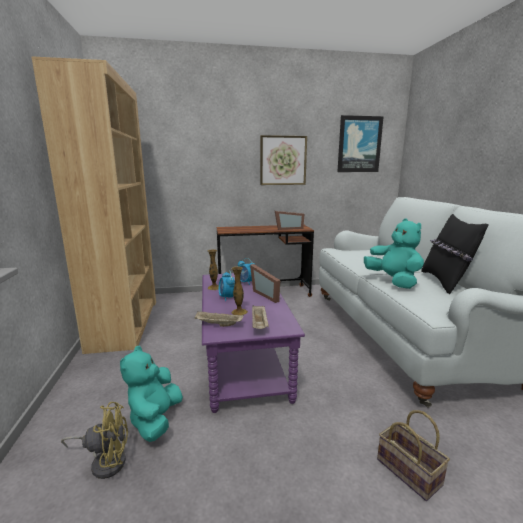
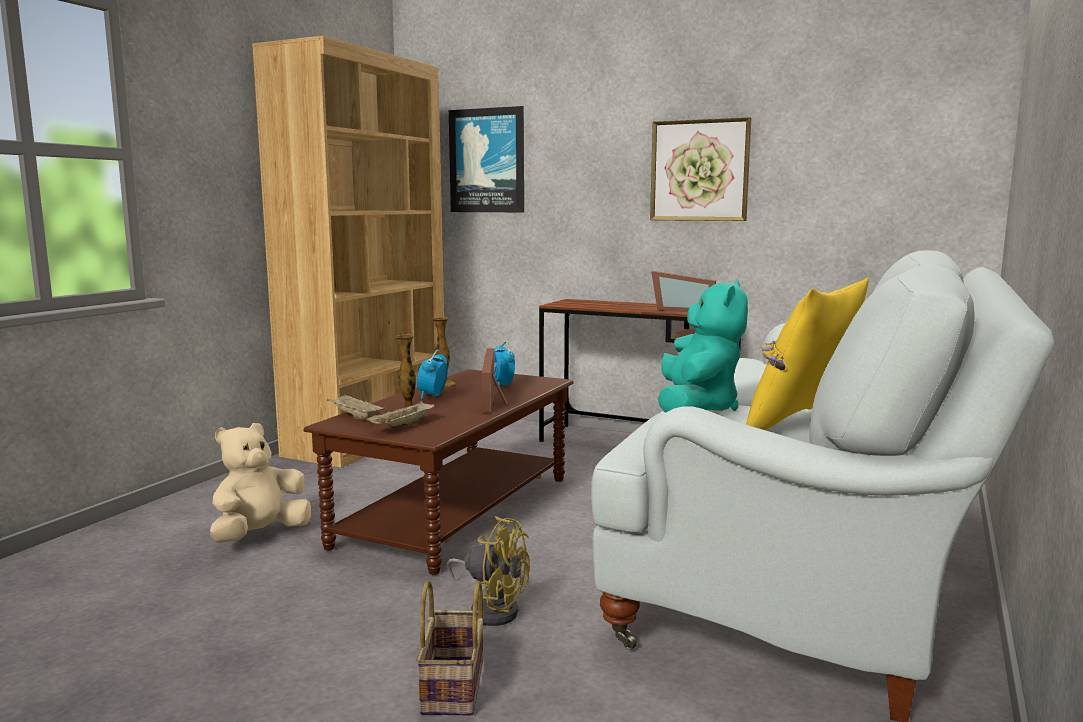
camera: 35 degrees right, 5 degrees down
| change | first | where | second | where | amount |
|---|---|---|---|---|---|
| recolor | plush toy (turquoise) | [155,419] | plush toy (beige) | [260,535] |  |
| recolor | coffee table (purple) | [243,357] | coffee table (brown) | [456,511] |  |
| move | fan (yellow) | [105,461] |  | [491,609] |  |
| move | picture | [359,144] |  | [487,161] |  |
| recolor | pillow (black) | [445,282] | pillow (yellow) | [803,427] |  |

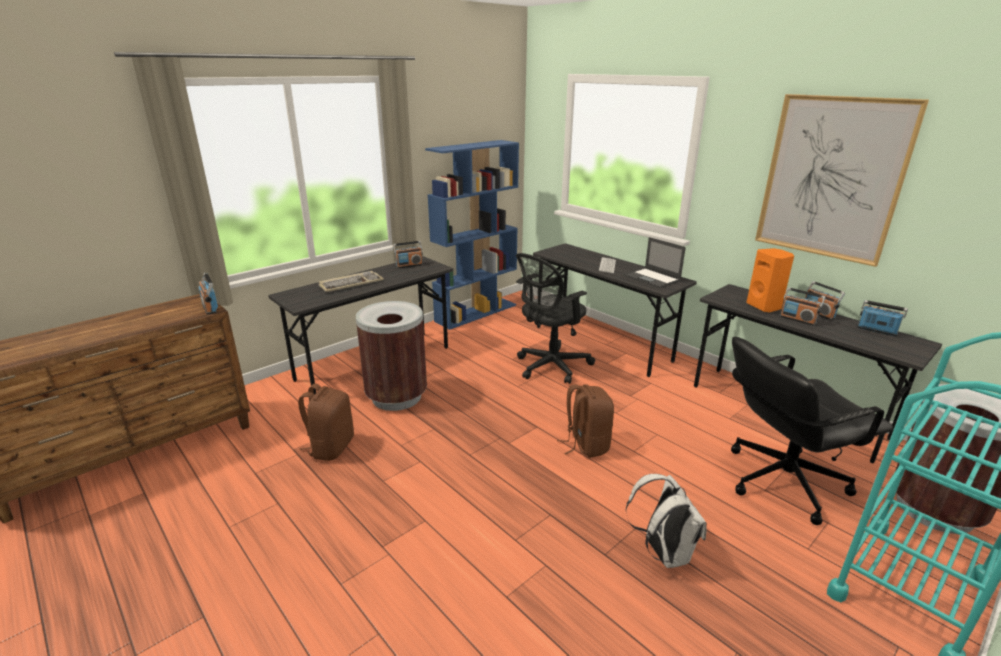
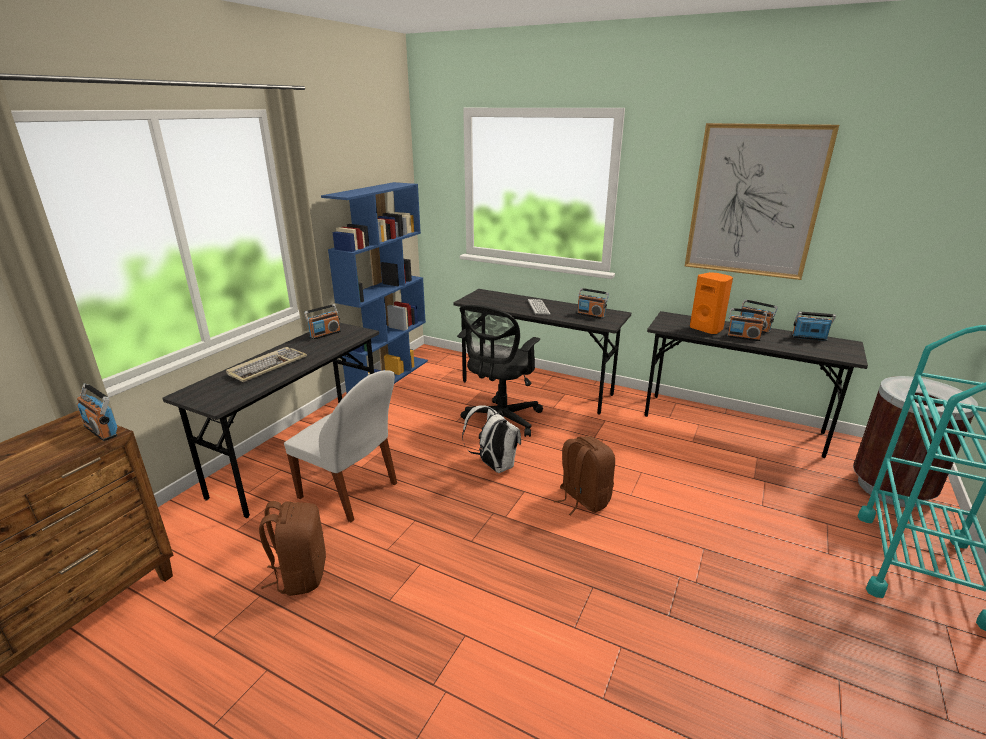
camera: 20 degrees left, 0 degrees up
| change | first | where | second | where | amount |
|---|---|---|---|---|---|
| replace | trash can (brown) | [396,397] | chair (white) | [350,492] |  |
| move | backpack (white) | [662,552] |  | [494,466] |  |
| replace | laptop | [653,279] | radio | [591,315] |  |
| delete | office chair (black) | [782,481] |  |  |  |

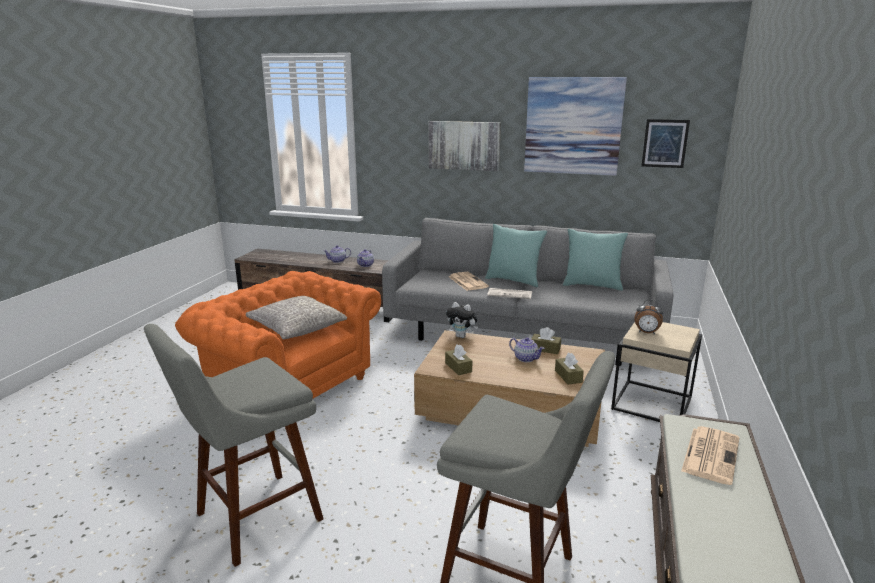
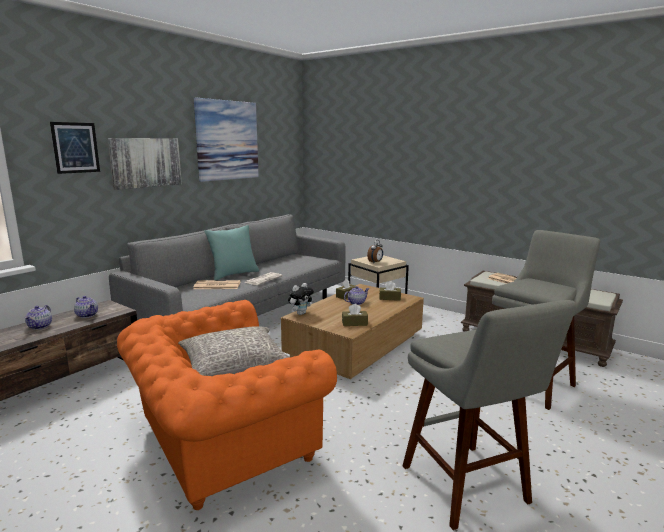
camera: 70 degrees left, 5 degrees down
| change | first | where | second | where | amount |
|---|---|---|---|---|---|
| move | picture | [665,143] |  | [75,147] |  |
| delete | pillow (turquoise) | [592,285] |  |  |  |

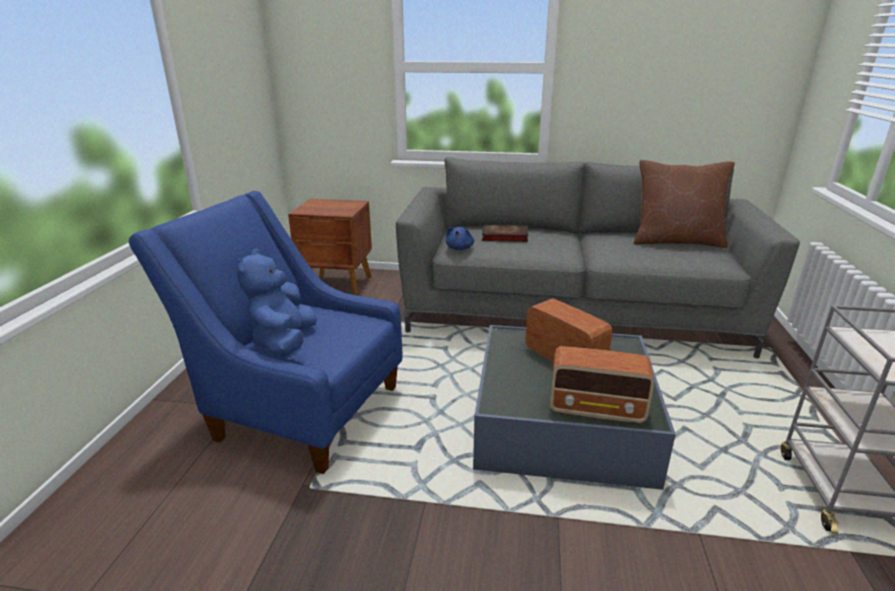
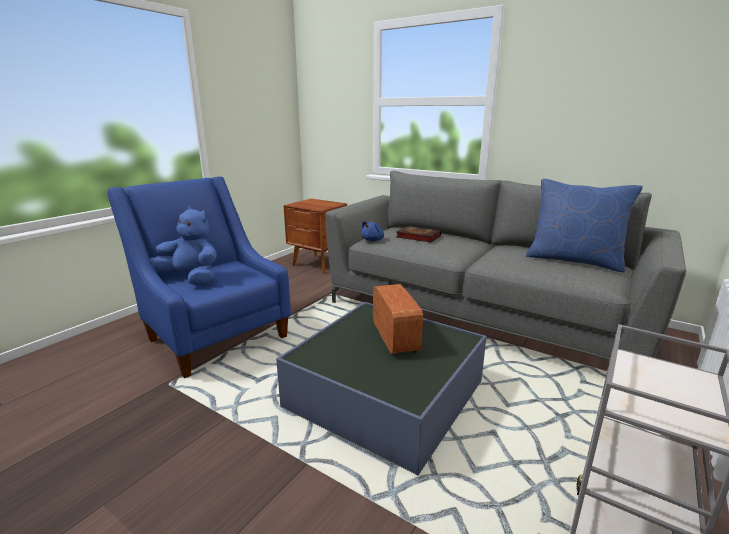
camera: 25 degrees right, 5 degrees down
| change | first | where | second | where | amount |
|---|---|---|---|---|---|
| rotate | plush toy (blue) | [284,343] |  | [192,279] | 90 degrees clockwise |
| recolor | pillow (brown) | [676,241] | pillow (blue) | [574,260] |  |
| delete | radio | [597,409] |  |  |  |

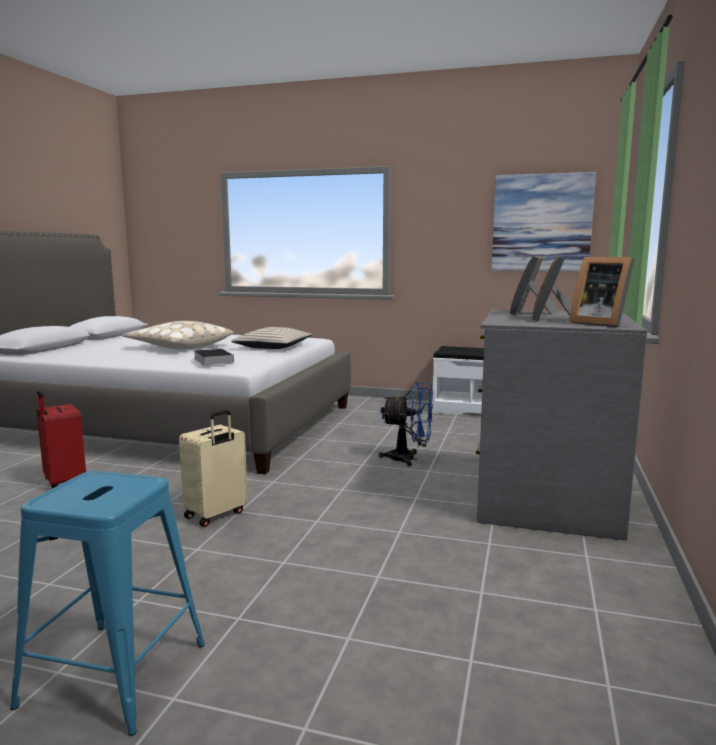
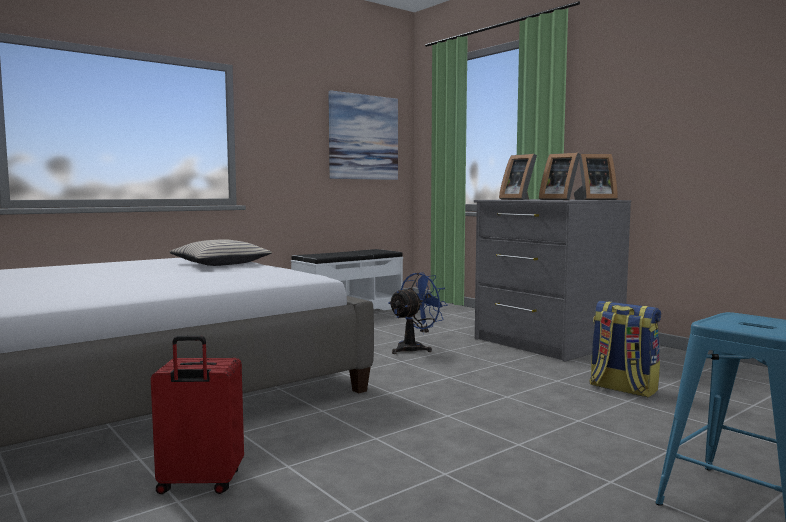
camera: 55 degrees left, 5 degrees down
| change | first | where | second | where | amount |
|---|---|---|---|---|---|
| insert |  |  | backpack | [622,389] |  |
| delete | pillow (beige) | [179,347] |  |  |  |
| delete | suitcase (beige) | [216,515] |  |  |  |
| delete | book | [212,360] |  |  |  |

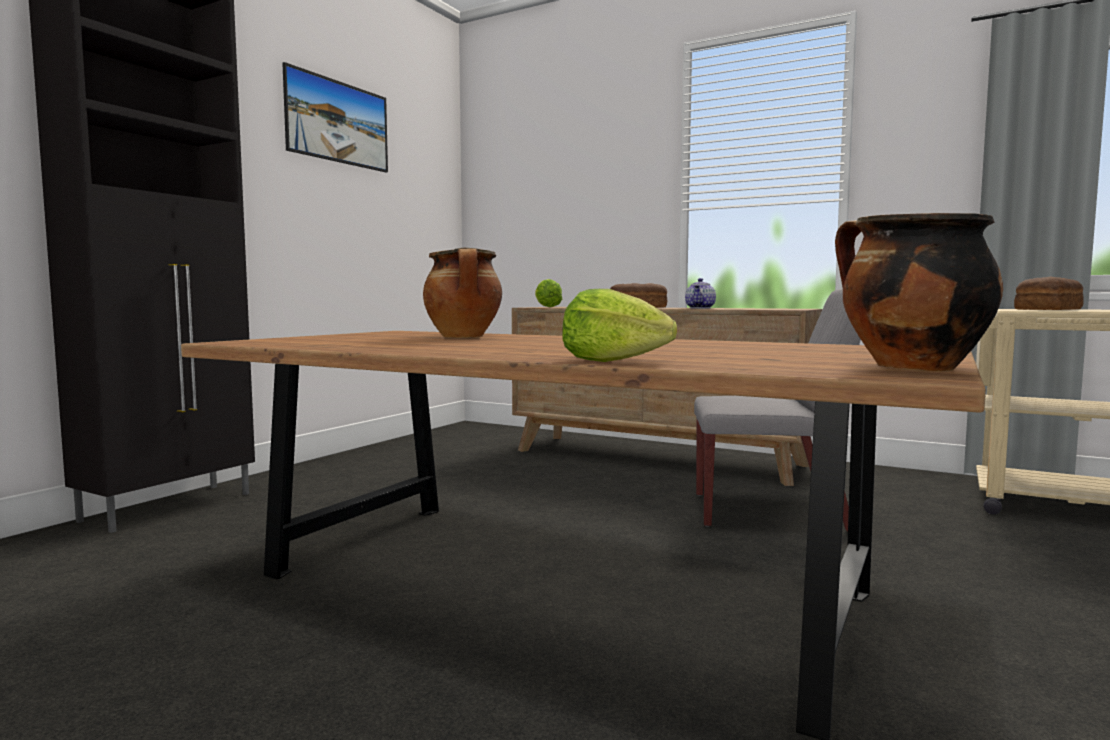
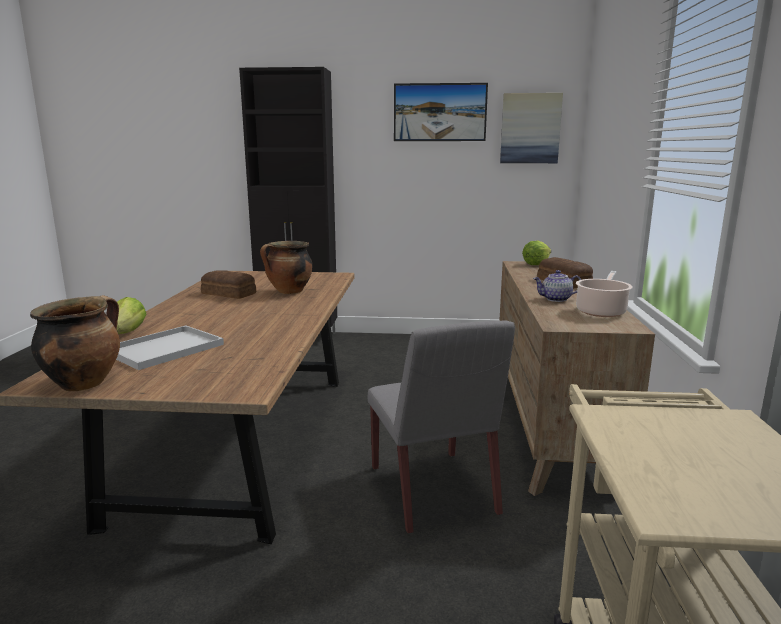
camera: 65 degrees right, 10 degrees up
| change | first | where | second | where | amount |
|---|---|---|---|---|---|
| insert |  |  | tray (white) | [163,349] |  |
| move | bread | [1050,309] |  | [229,294] |  |
| insert |  |  | picture | [530,128] |  |
| insert |  |  | cooking pot | [601,311] |  |

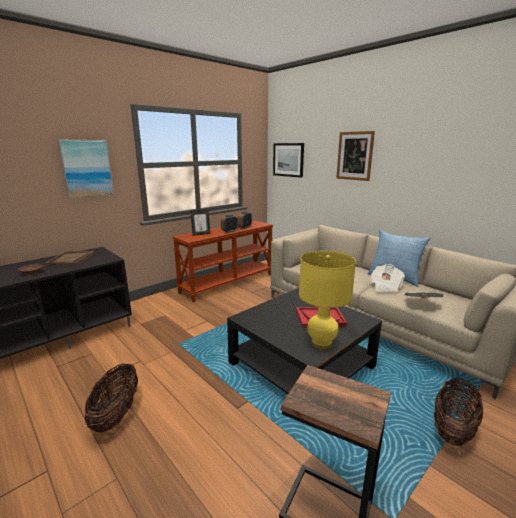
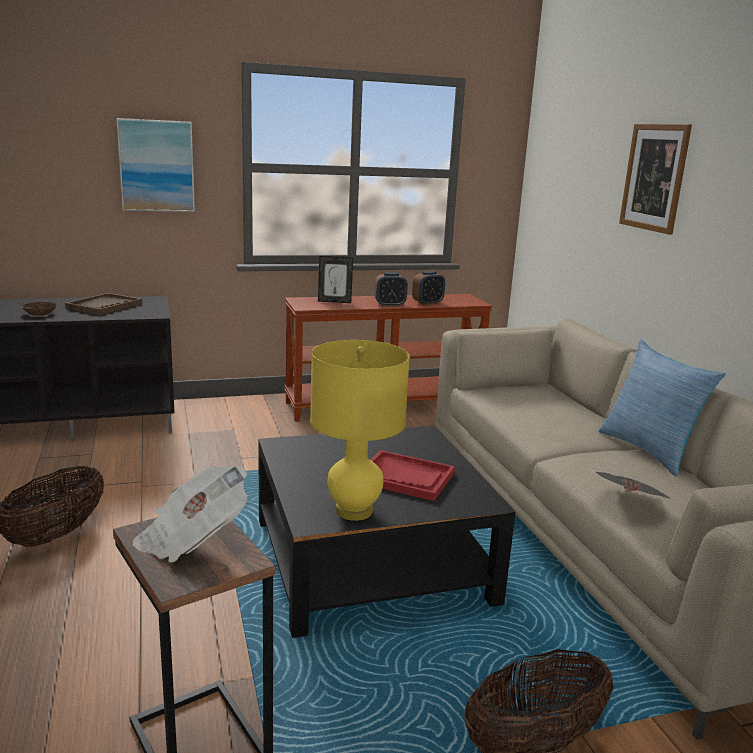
camera: 25 degrees right, 0 degrees up
| change | first | where | second | where | amount |
|---|---|---|---|---|---|
| move | newspaper | [385,286] |  | [192,538] |  |
| delete | picture | [288,160] |  |  |  |

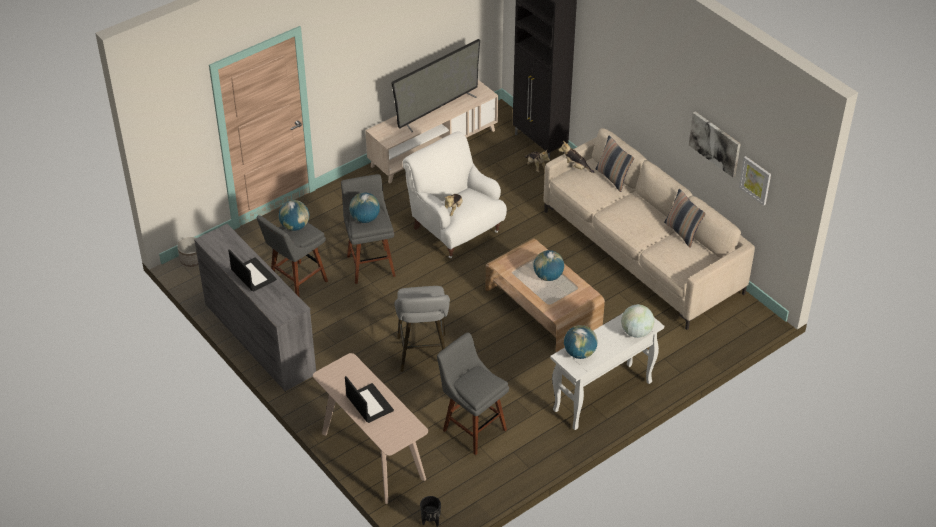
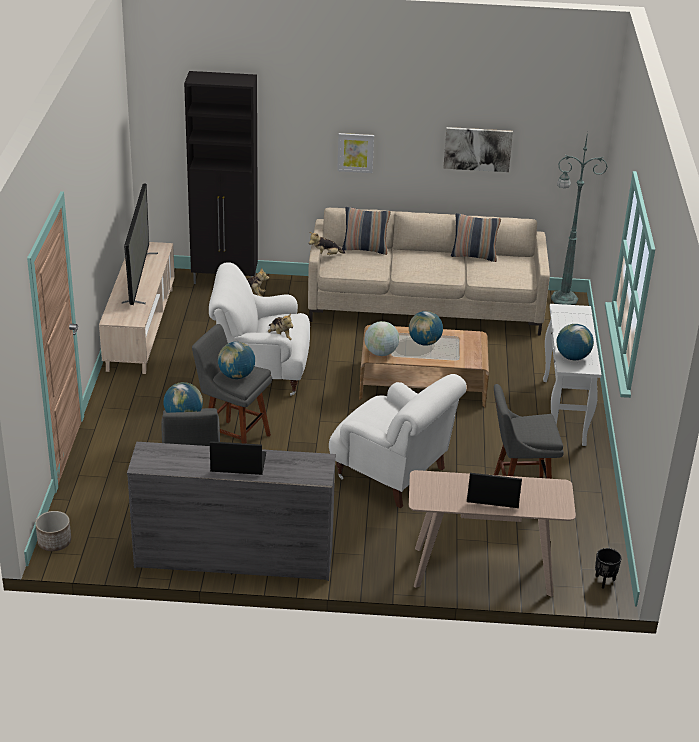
camera: 50 degrees left, 10 degrees down
| change | first | where | second | where | amount |
|---|---|---|---|---|---|
| replace | stool (grey) | [423,355] | armchair (white) | [393,474] |  |
| move | picture | [755,180] |  | [355,152] |  |
| move | globe | [636,332] |  | [381,353] |  |
| insert |  |  | floor lamp (green) | [562,299] |  |

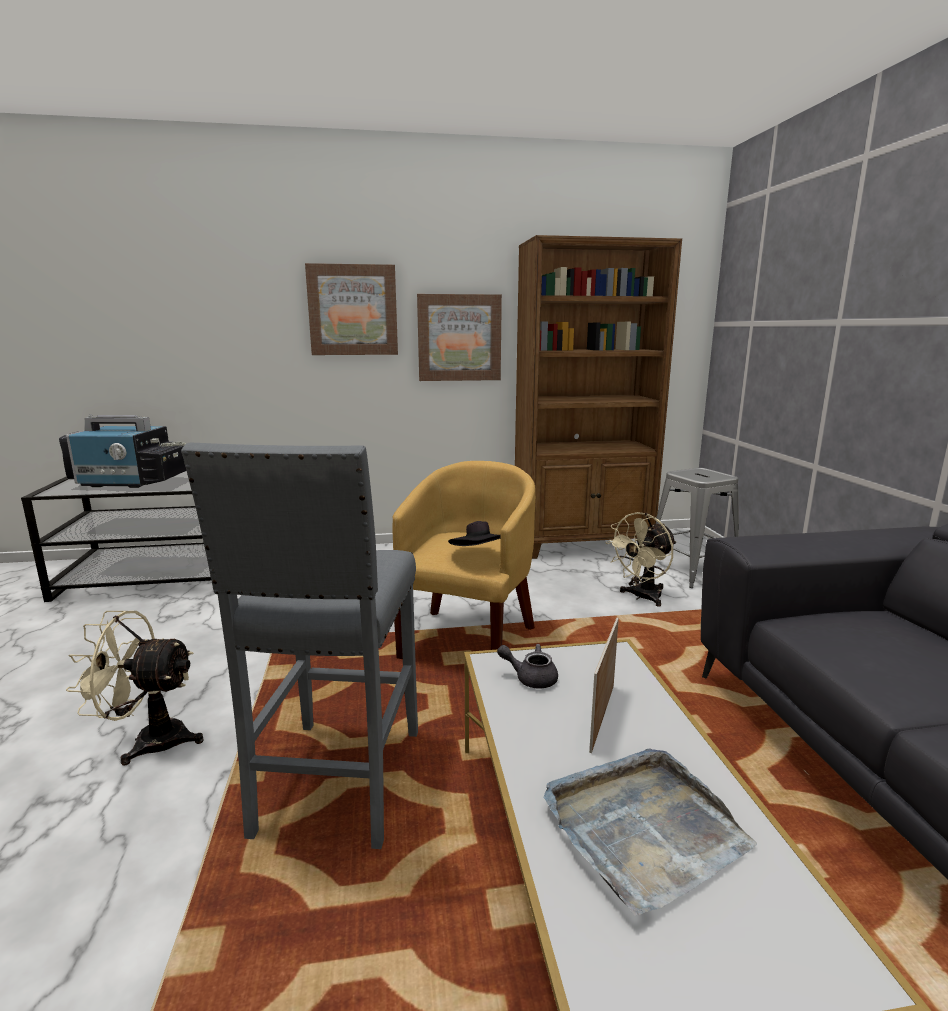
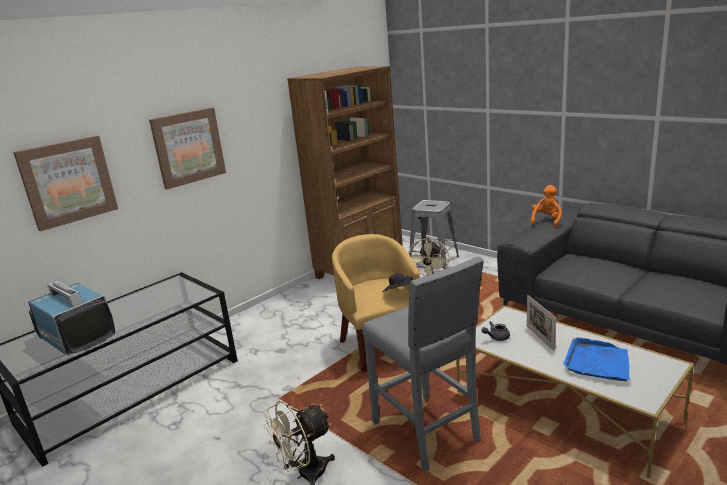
camera: 35 degrees left, 5 degrees up
| change | first | where | second | where | amount |
|---|---|---|---|---|---|
| move | picture | [459,338] |  | [68,182] |  |
| rotate | television | [133,482] |  | [77,338] | 105 degrees counterclockwise |
| insert |  |  | plush toy (orange) | [546,221] |  |
| recolor | tray (grey) | [643,828] | tray (blue) | [597,362] |  |

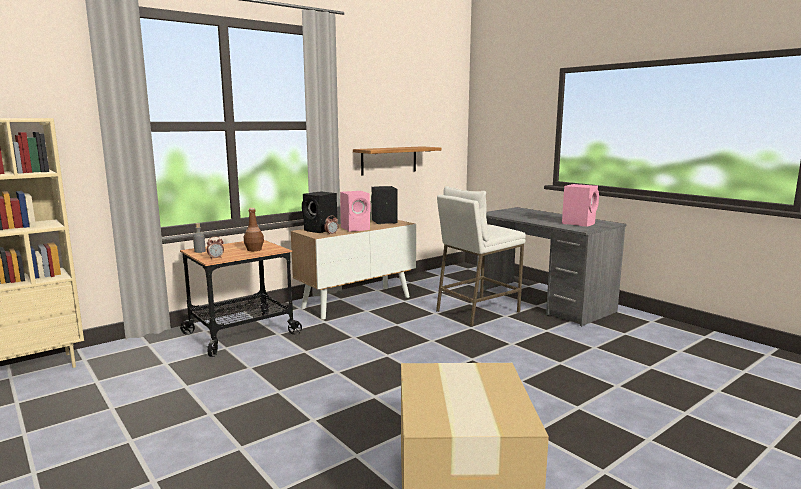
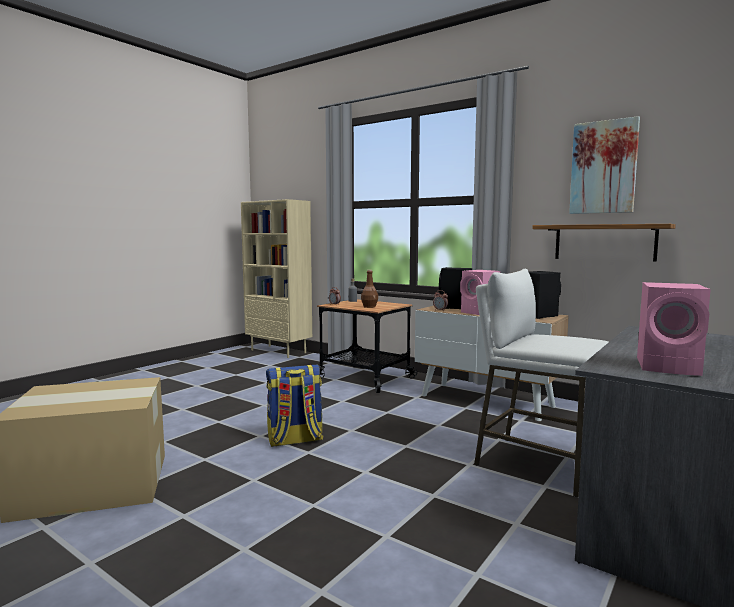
camera: 75 degrees right, 5 degrees down
| change | first | where | second | where | amount |
|---|---|---|---|---|---|
| insert |  |  | backpack | [294,440] |  |
| insert |  |  | picture | [603,167] |  |

